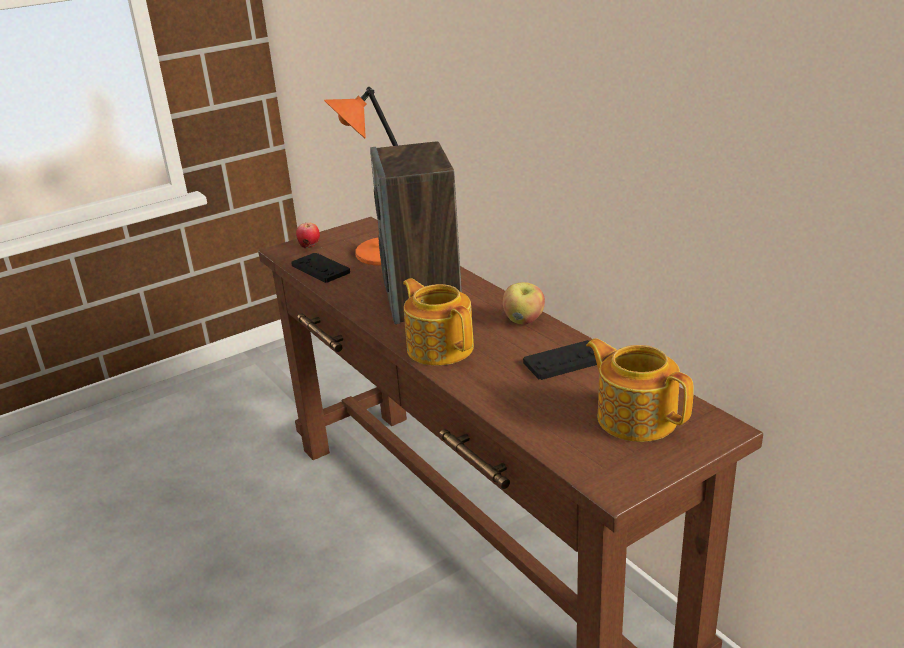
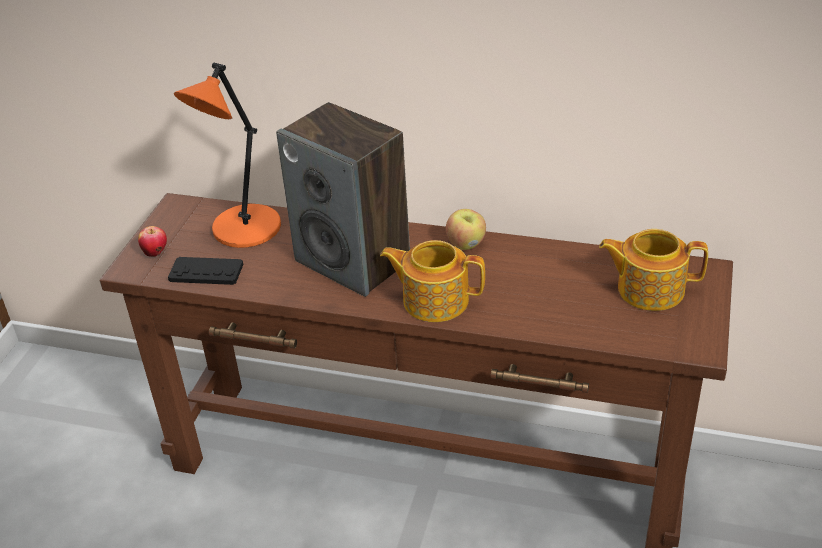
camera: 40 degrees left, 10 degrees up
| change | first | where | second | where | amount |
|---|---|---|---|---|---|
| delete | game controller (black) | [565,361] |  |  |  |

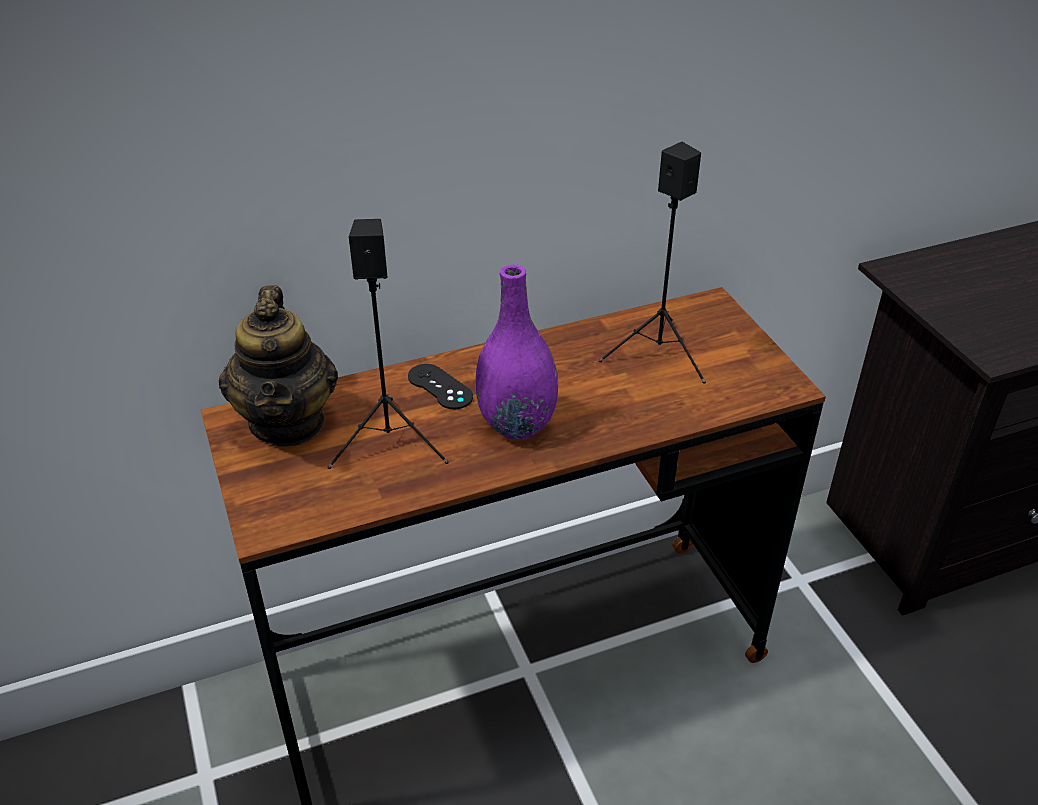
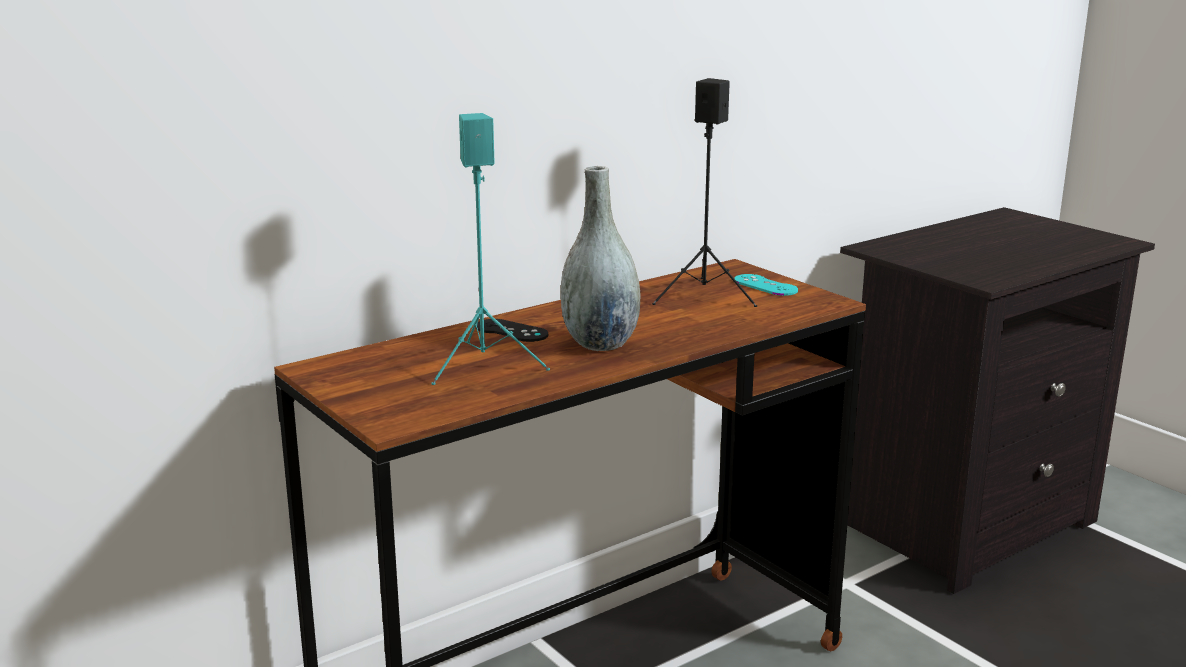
camera: 15 degrees left, 20 degrees down
| change | first | where | second | where | amount |
|---|---|---|---|---|---|
| recolor | speaker (black) | [391,442] | speaker (turquoise) | [485,364] |  |
| recolor | vase (purple) | [516,424] | vase (grey) | [600,343] |  |
| insert |  |  | game controller (turquoise) | [765,285] |  |
| delete | teapot | [288,422] |  |  |  |

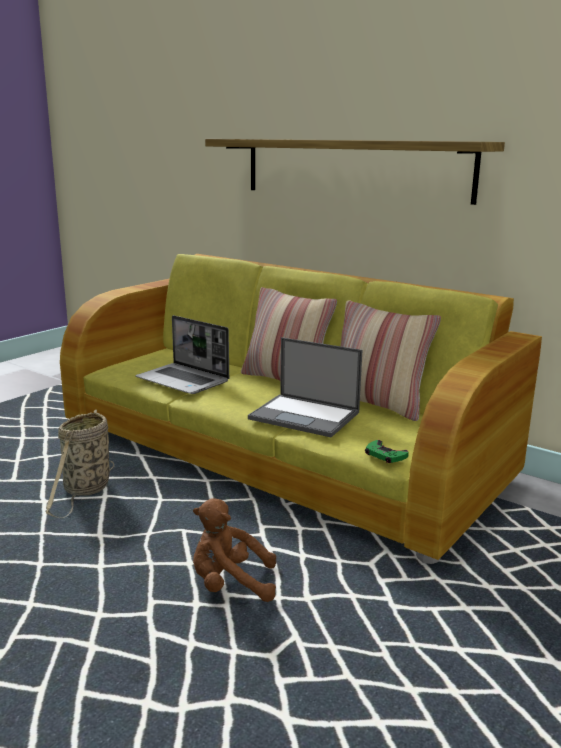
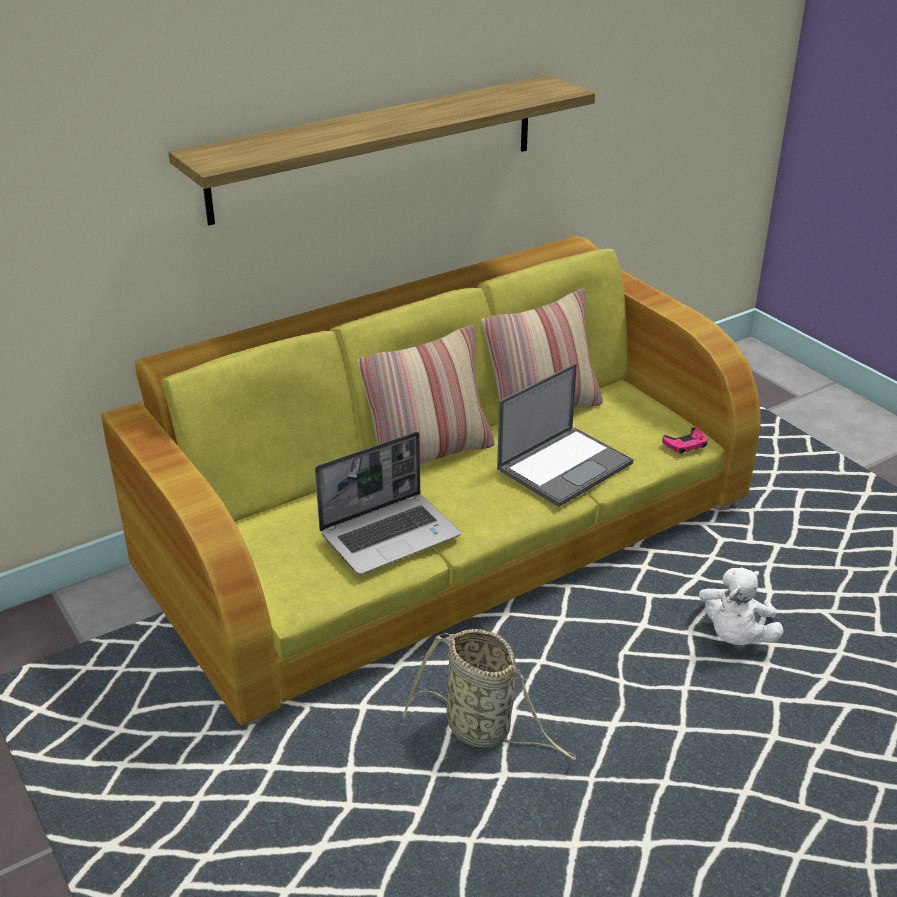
camera: 70 degrees left, 15 degrees up
| change | first | where | second | where | amount |
|---|---|---|---|---|---|
| recolor | game controller (green) | [385,455] | game controller (pink) | [685,444] |  |
| recolor | plush toy (brown) | [230,585] | plush toy (white) | [735,636] |  |

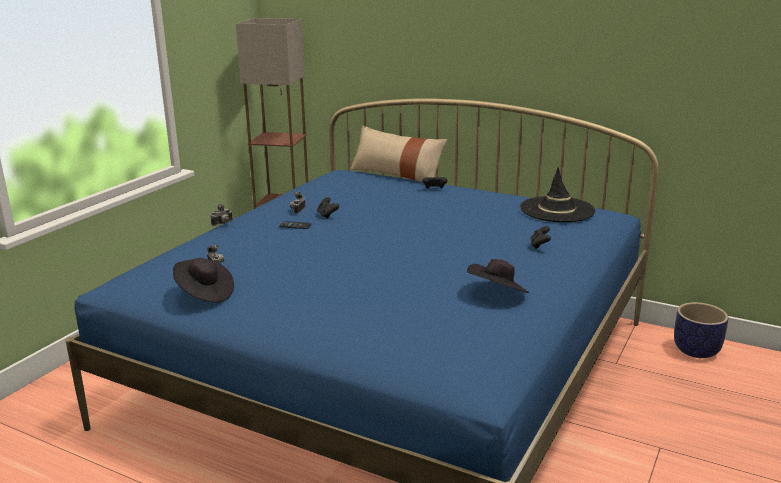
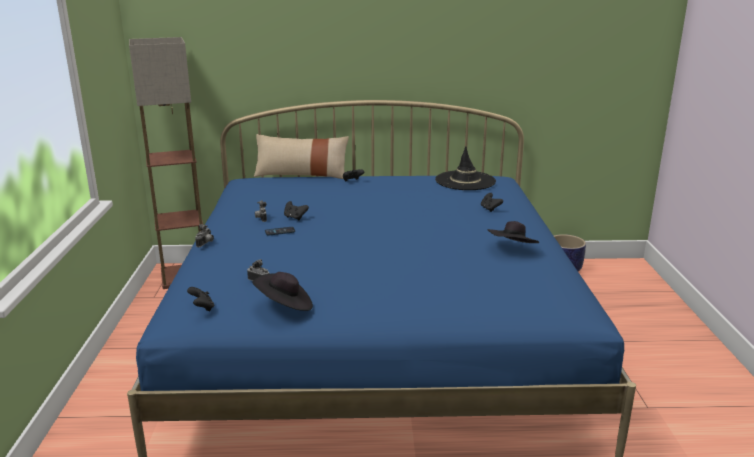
camera: 30 degrees left, 0 degrees up
| change | first | where | second | where | amount |
|---|---|---|---|---|---|
| insert |  |  | game controller (black) | [202,308] |  |

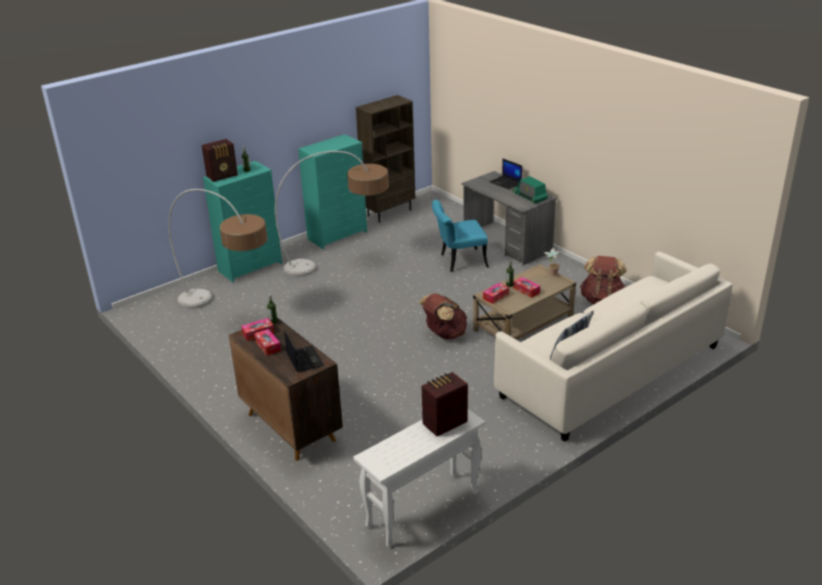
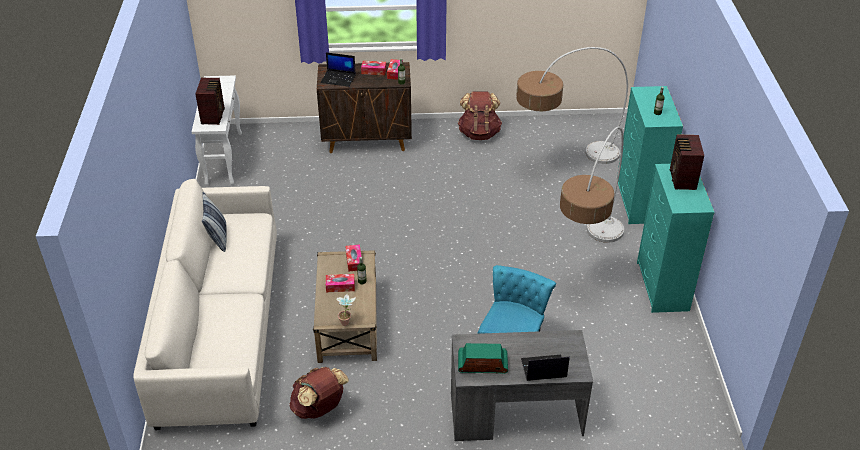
camera: 125 degrees right, 10 degrees up
| change | first | where | second | where | amount |
|---|---|---|---|---|---|
| move | backpack (brown) | [444,334] |  | [479,133] |  |
| move | radio | [223,176] |  | [682,179] |  |
| delete | bookcase (brown) | [389,213] |  |  |  |

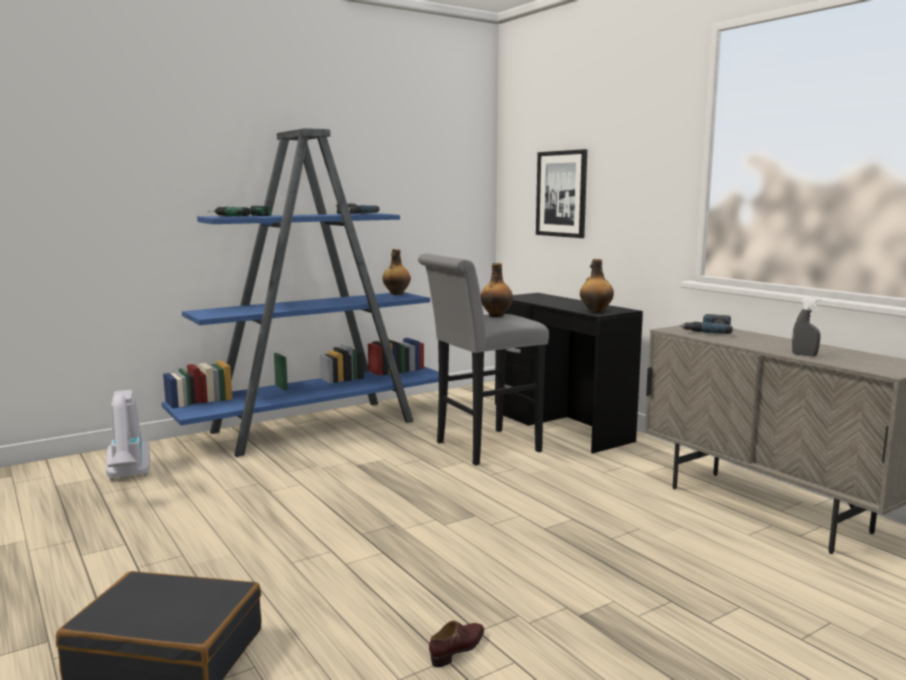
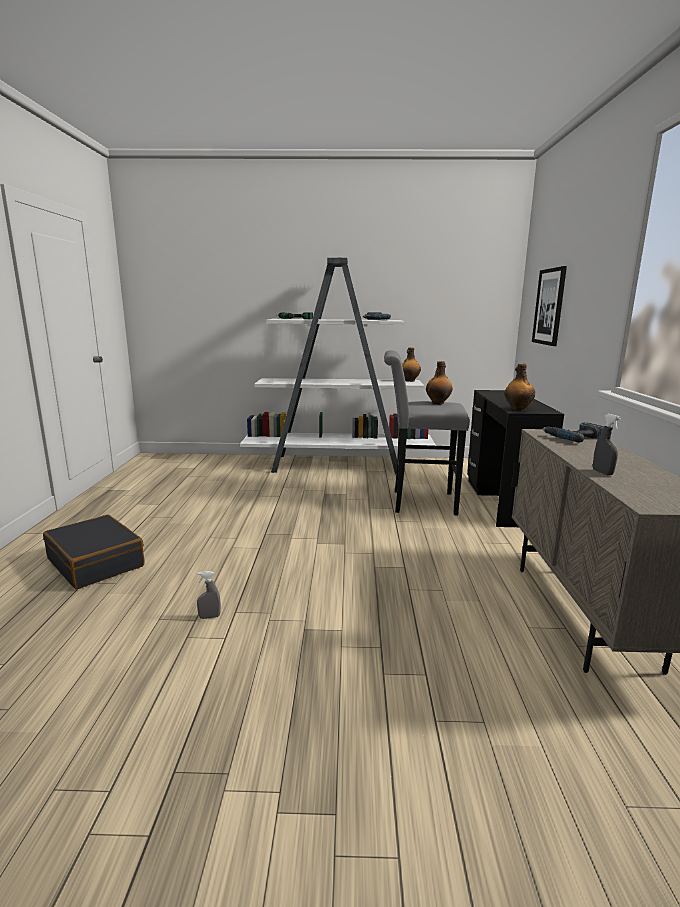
camera: 35 degrees right, 5 degrees up
| change | first | where | second | where | amount |
|---|---|---|---|---|---|
| replace | shoe (brown) | [458,649] | spray bottle (grey) | [209,617] |  |
| recolor | bookcase (blue) | [317,426] | bookcase (white) | [338,465] |  |
| delete | vacuum cleaner | [129,478] |  |  |  |

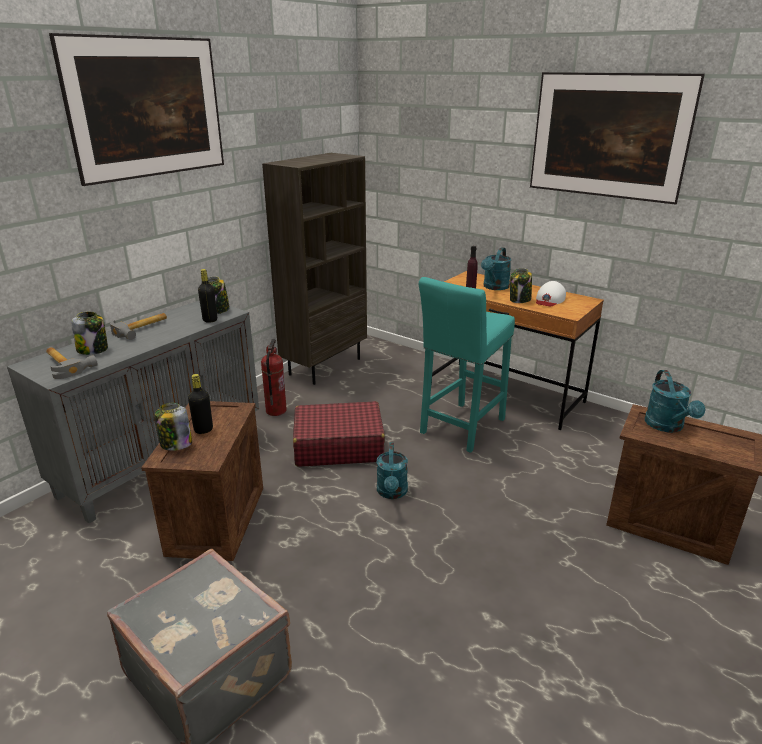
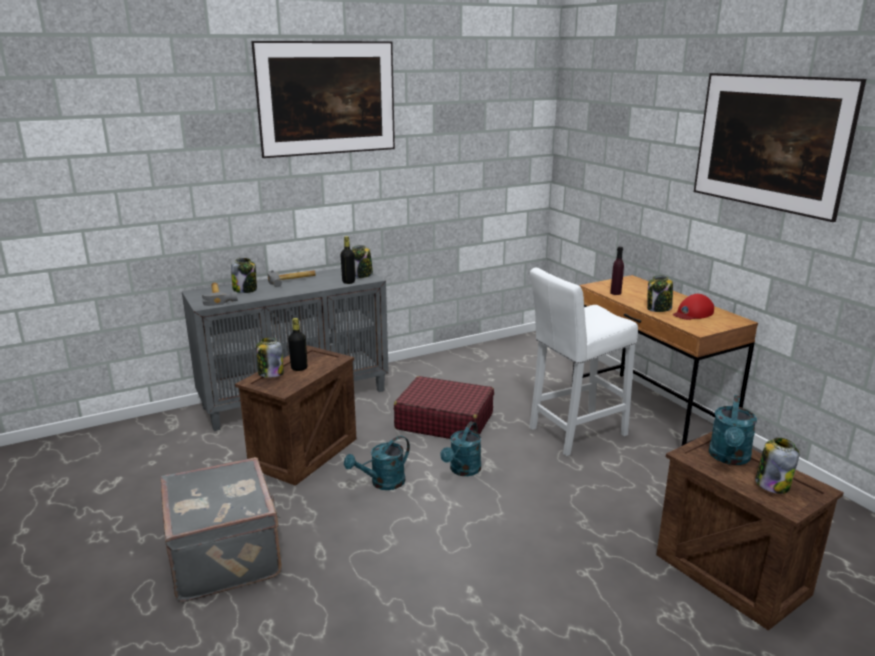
camera: 25 degrees right, 5 degrees down
| change | first | where | second | where | amount |
|---|---|---|---|---|---|
| move | watering can (turquoise) | [494,287] |  | [382,483] |  |
| recolor | stool (turquoise) | [461,428] | stool (white) | [573,433] |  |
| recolor | cap (white) | [549,299] | cap (red) | [692,313] |  |
| insert |  |  | jar | [772,484] |  |
| delete | fire extinguisher | [275,411] |  |  |  |
| delete | bookcase (brown) | [324,366] |  |  |  |

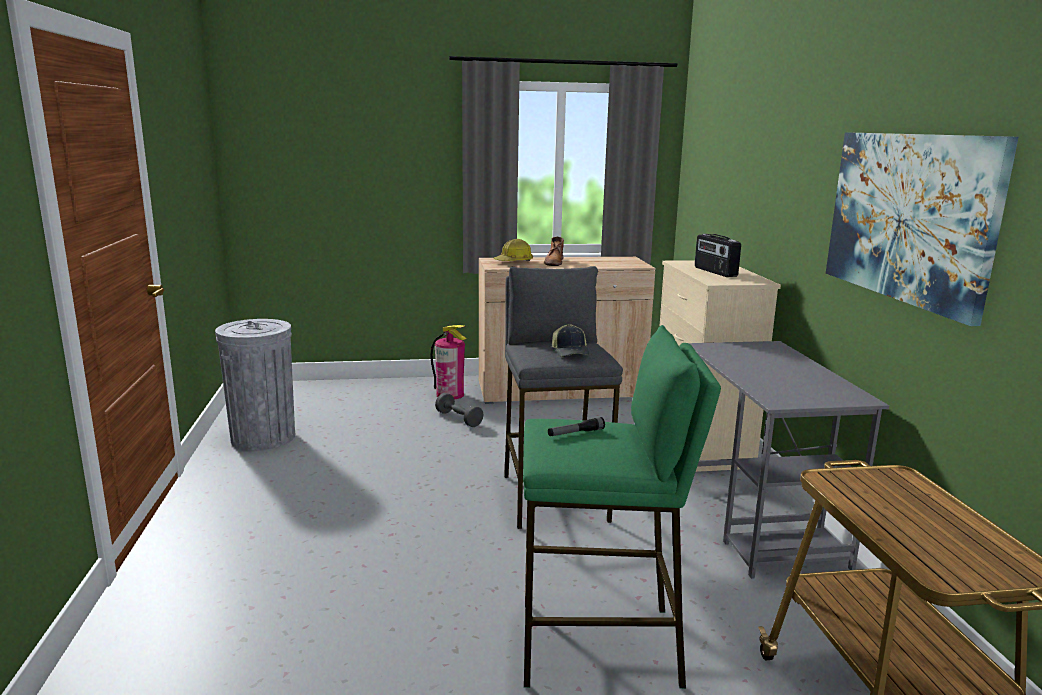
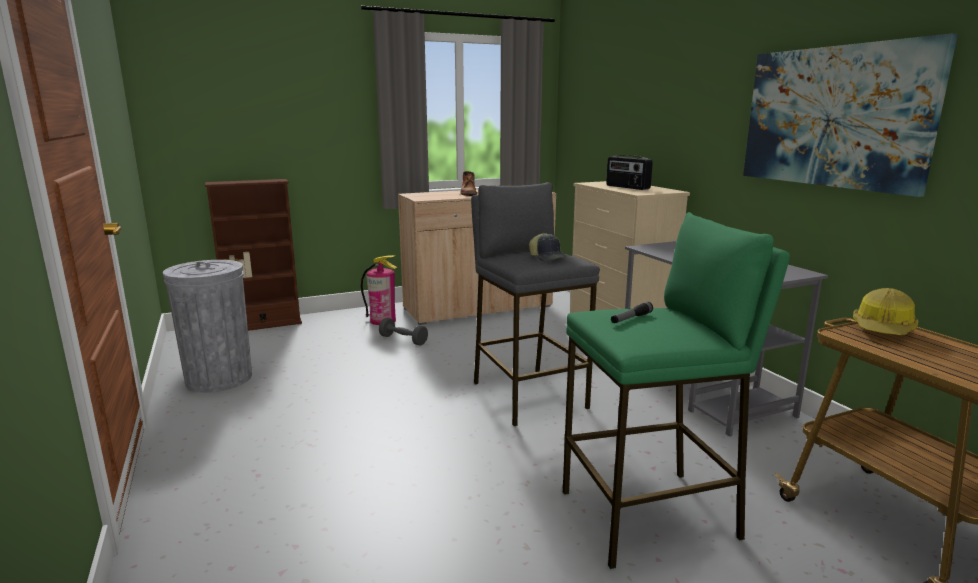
camera: 15 degrees left, 0 degrees up
| change | first | where | second | where | amount |
|---|---|---|---|---|---|
| insert |  |  | bookcase (brown) | [263,324] |  |
| move | hard hat | [514,262] |  | [883,329] |  |

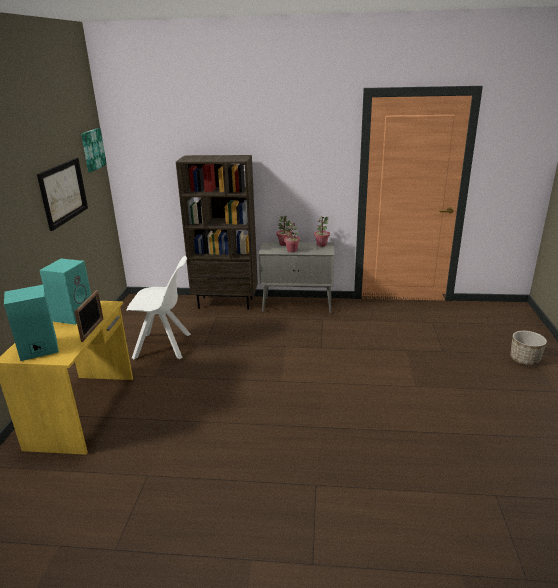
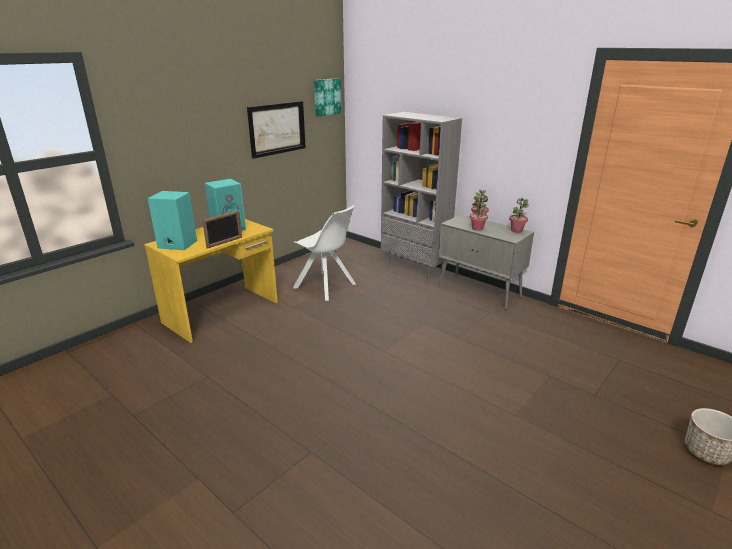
camera: 35 degrees right, 0 degrees up
| change | first | where | second | where | amount |
|---|---|---|---|---|---|
| recolor | bookcase (brown) | [226,303] | bookcase (grey) | [415,268] |  |

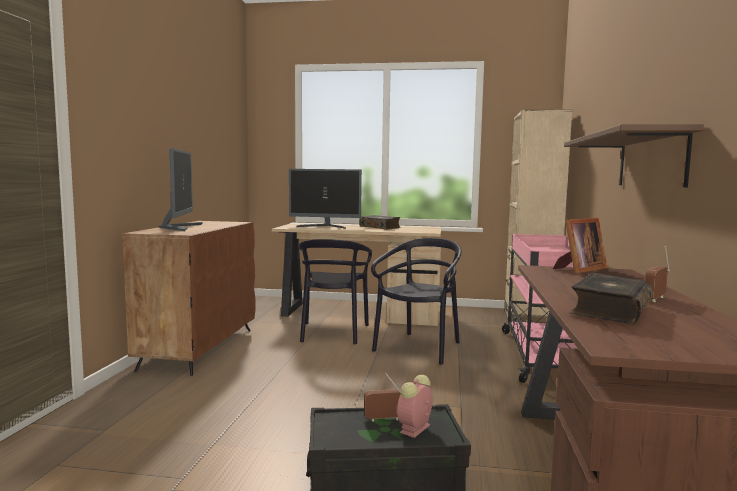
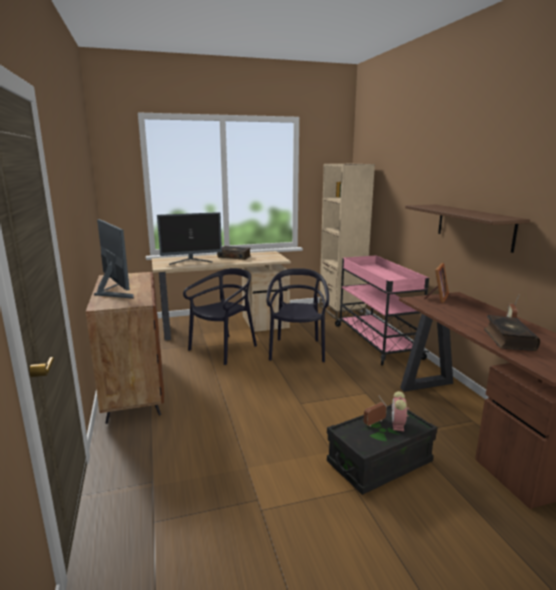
camera: 25 degrees left, 10 degrees up
| change | first | where | second | where | amount |
|---|---|---|---|---|---|
| rotate | chair (black) | [333,333] |  | [223,349] | 120 degrees counterclockwise |

